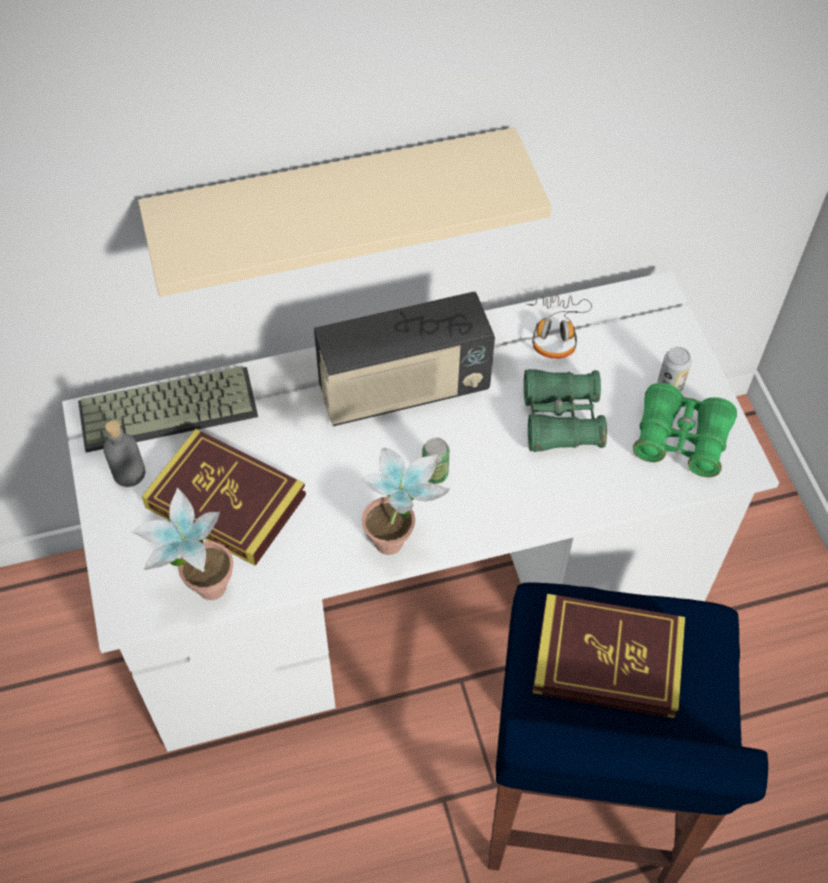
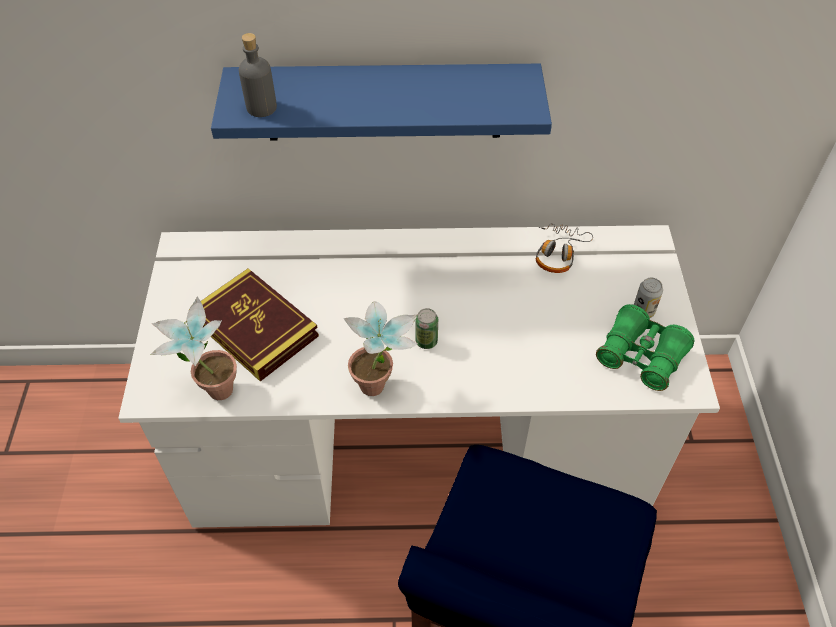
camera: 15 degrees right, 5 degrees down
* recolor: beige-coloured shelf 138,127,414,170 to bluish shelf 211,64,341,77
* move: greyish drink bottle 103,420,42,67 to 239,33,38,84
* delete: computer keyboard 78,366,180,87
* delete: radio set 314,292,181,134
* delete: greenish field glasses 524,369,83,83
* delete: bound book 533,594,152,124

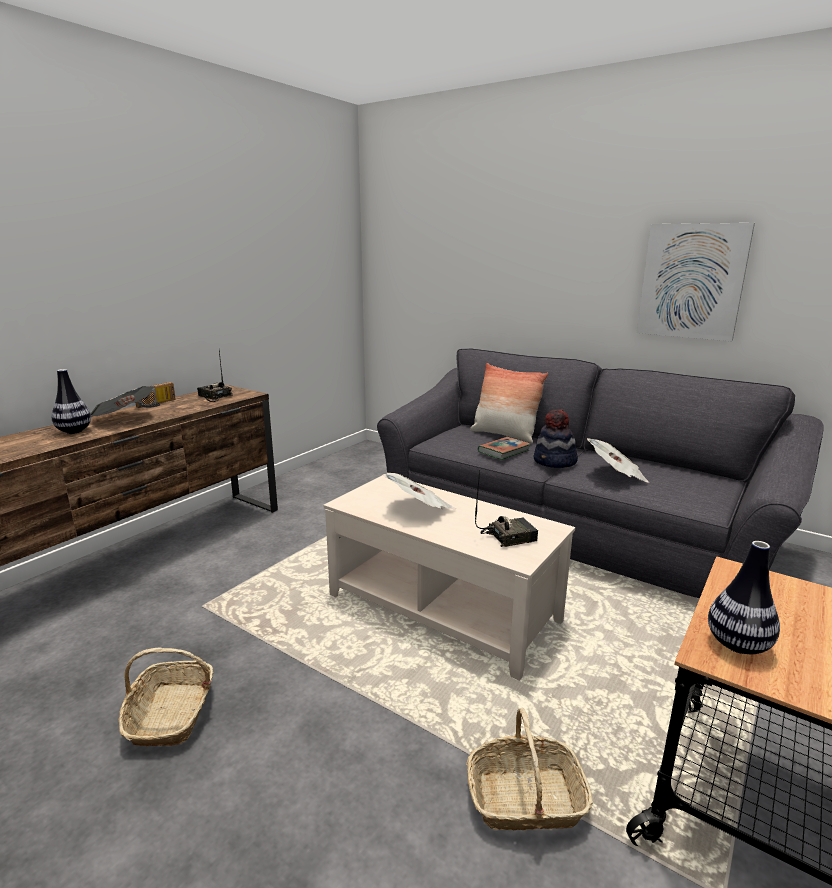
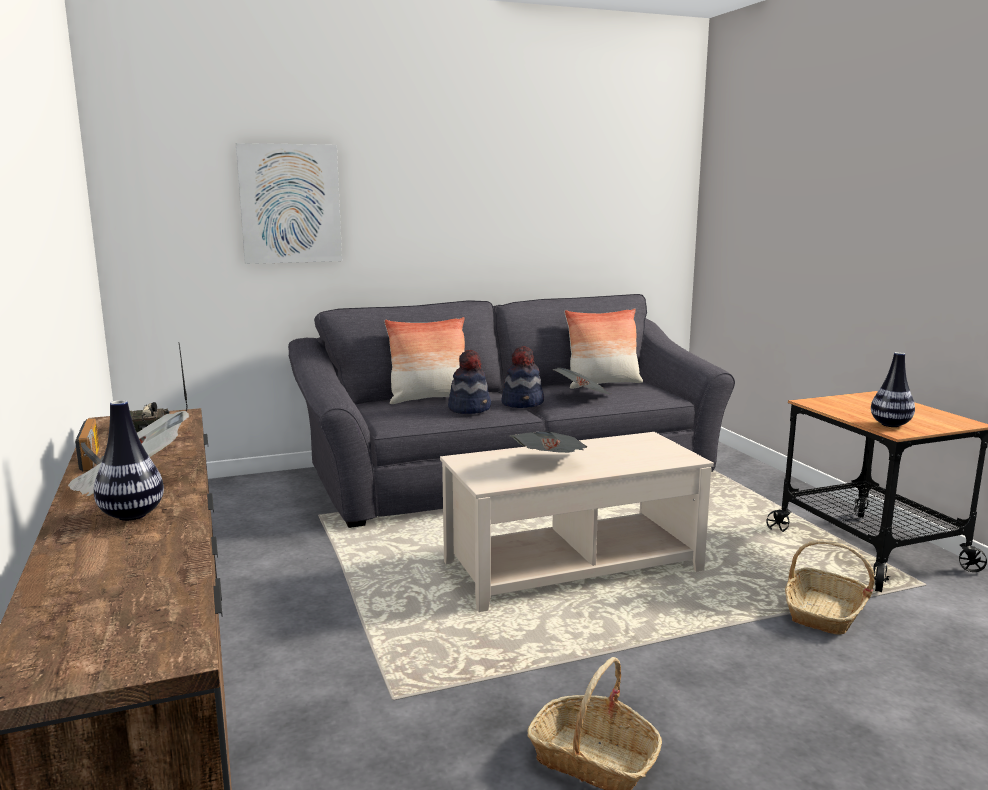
camera: 55 degrees left, 5 degrees down
* move: wall picture 637,223,118,118 to 236,143,106,121
* replace: bound book 478,437,53,23 to wearable hat 448,350,43,64
* insert: throw pillow 564,308,79,81
* delete: radio set 475,470,63,77

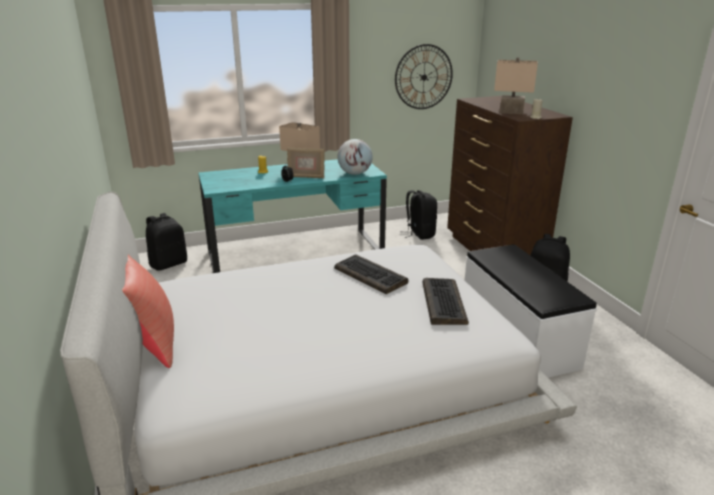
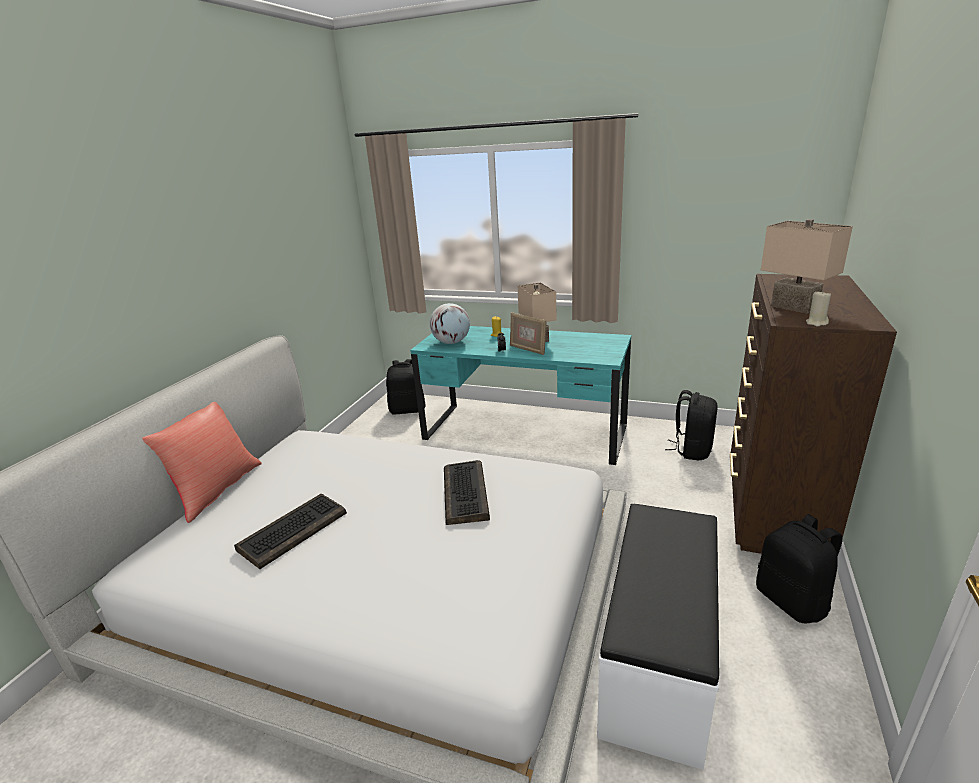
camera: 40 degrees right, 0 degrees up
* move: computer keyboard 423,278,46,47 to 234,494,113,75
* move: world globe 338,139,35,36 to 430,303,40,41
* delete: clock on the wall 395,44,58,65

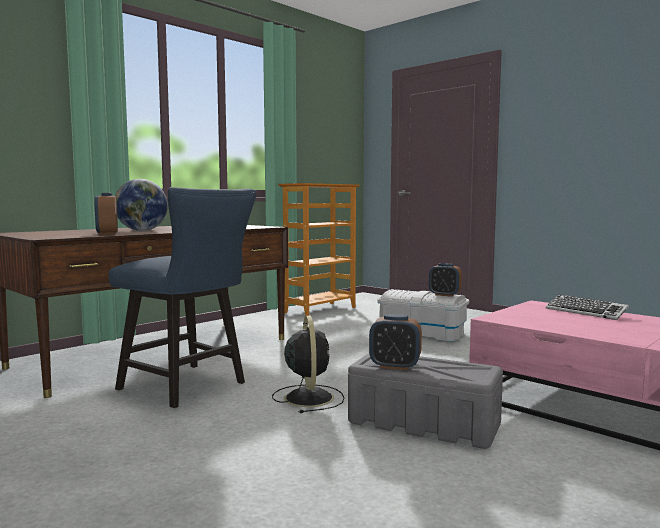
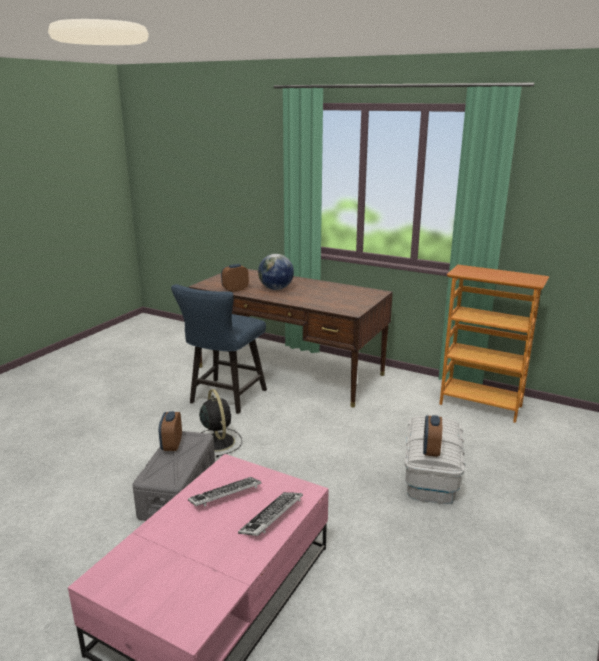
camera: 75 degrees right, 15 degrees up
* insert: computer keyboard 188,477,73,30
* rotate: black fan 272,316,73,97 = 199,389,43,68 90 degrees counterclockwise

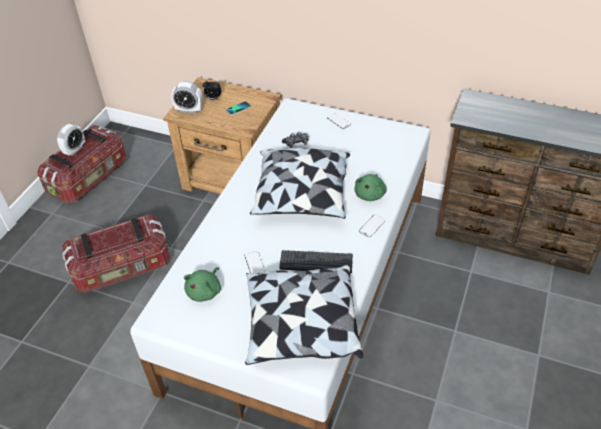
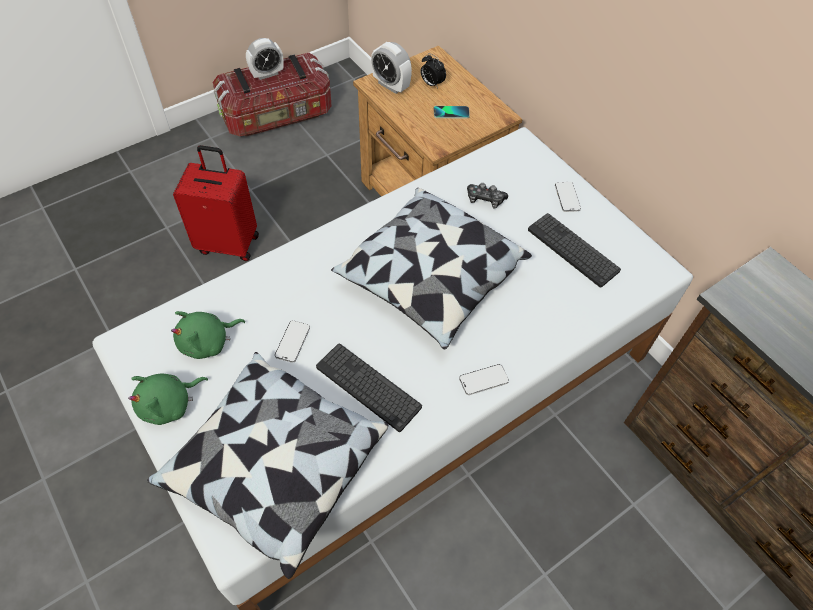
camera: 30 degrees right, 10 degrees up
* move: greenish cuddly toy 355,174,32,27 to 128,373,80,52
* replace: storage box 62,214,108,79 to reddish travel case 173,145,86,116
* insert: computer keyboard 528,213,93,75

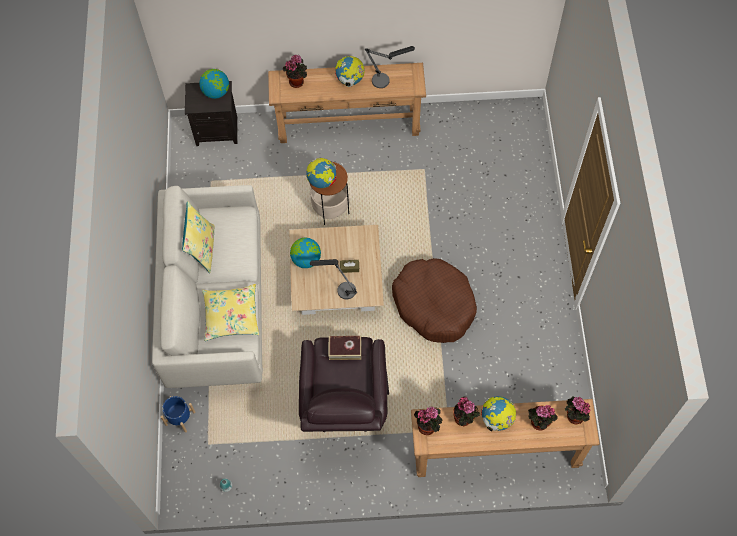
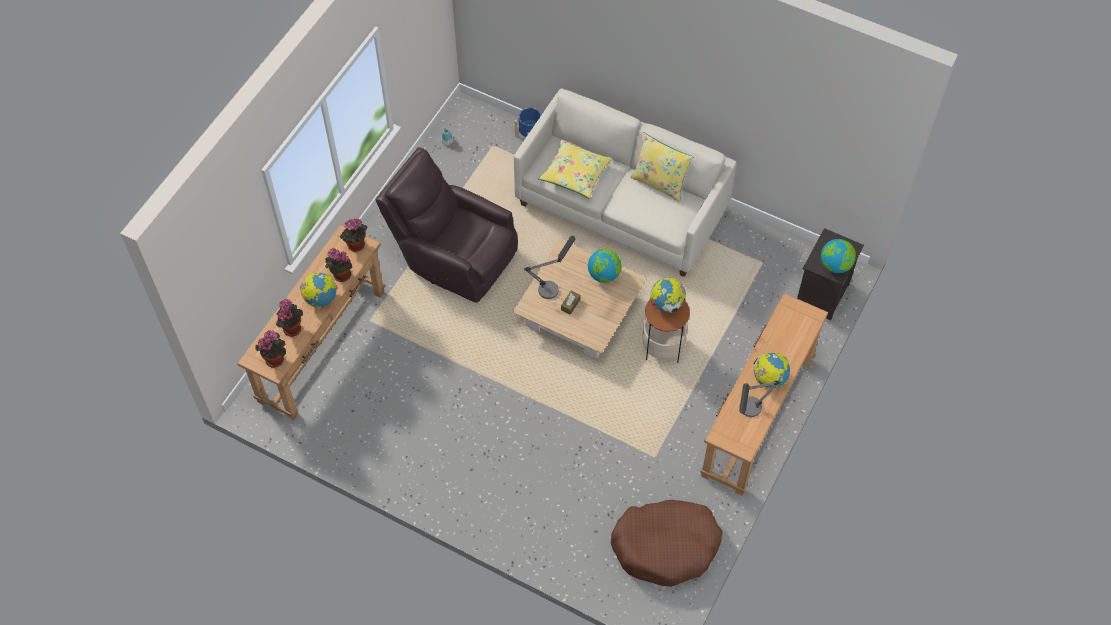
camera: 120 degrees right, 5 degrees down
* move: brownish dog bed 392,258,85,85 to 611,500,111,87
* delete: potted plant 283,54,24,34
* delete: bound book 328,336,33,24

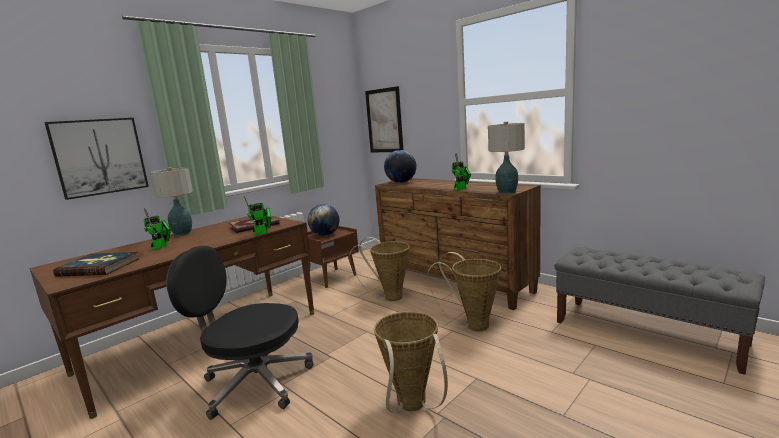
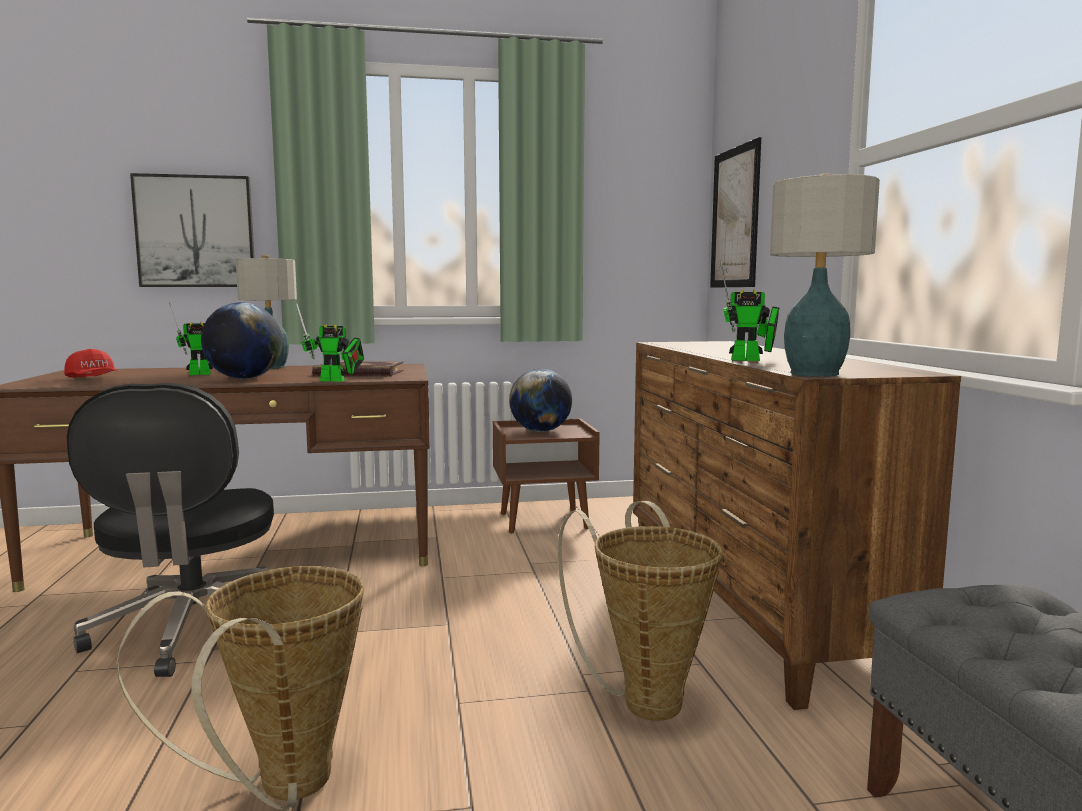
camera: 35 degrees right, 5 degrees down
* replace: bound book 53,252,86,25 to reddish cap 64,349,53,29
* rotate: black office chair 166,246,147,174 = 67,383,207,294 150 degrees counterclockwise
* move: world globe 384,150,33,33 to 201,302,82,77
* delete: basket 349,237,61,64

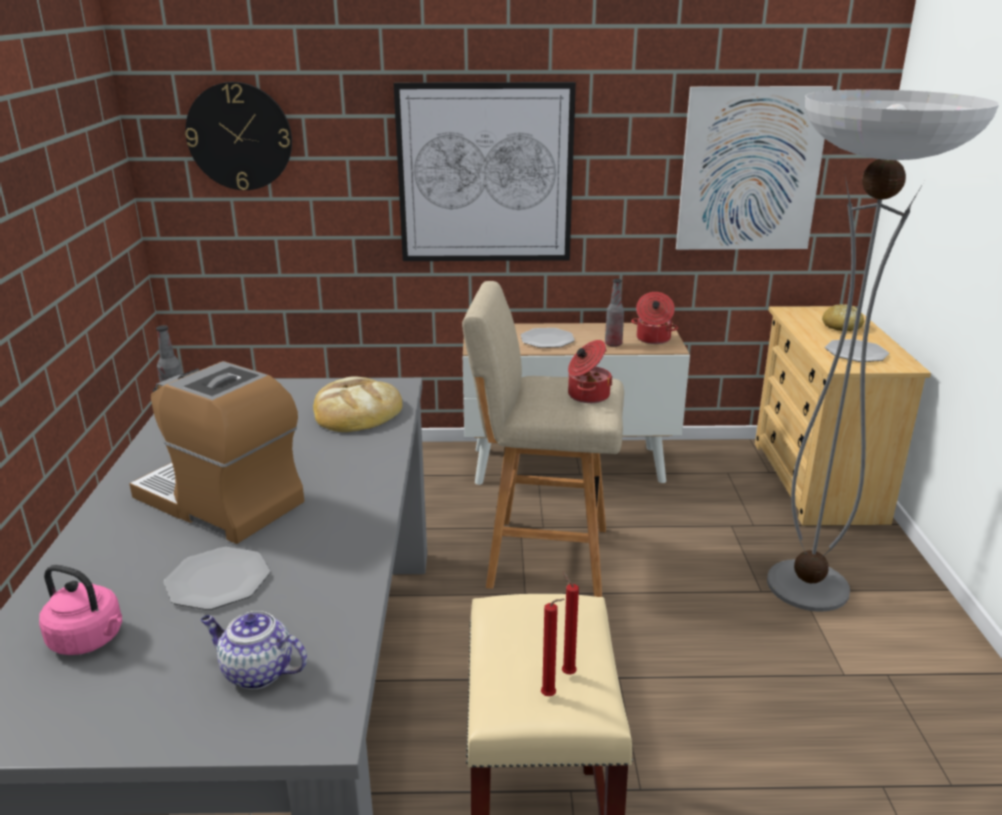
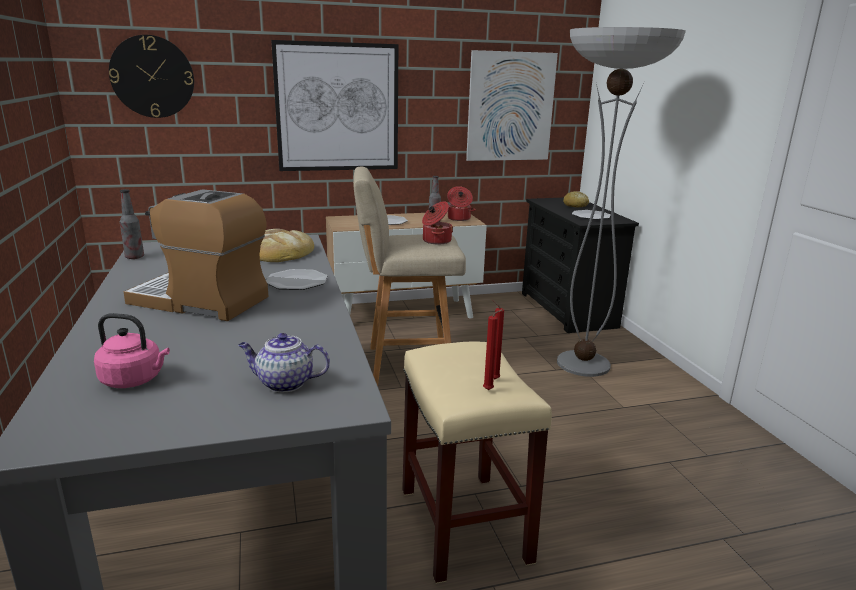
camera: 15 degrees left, 5 degrees down
* move: plate 163,547,107,63 to 266,269,62,21
* recolor: beige-coloured drawer chest 755,306,176,220 to black drawer chest 522,198,117,135

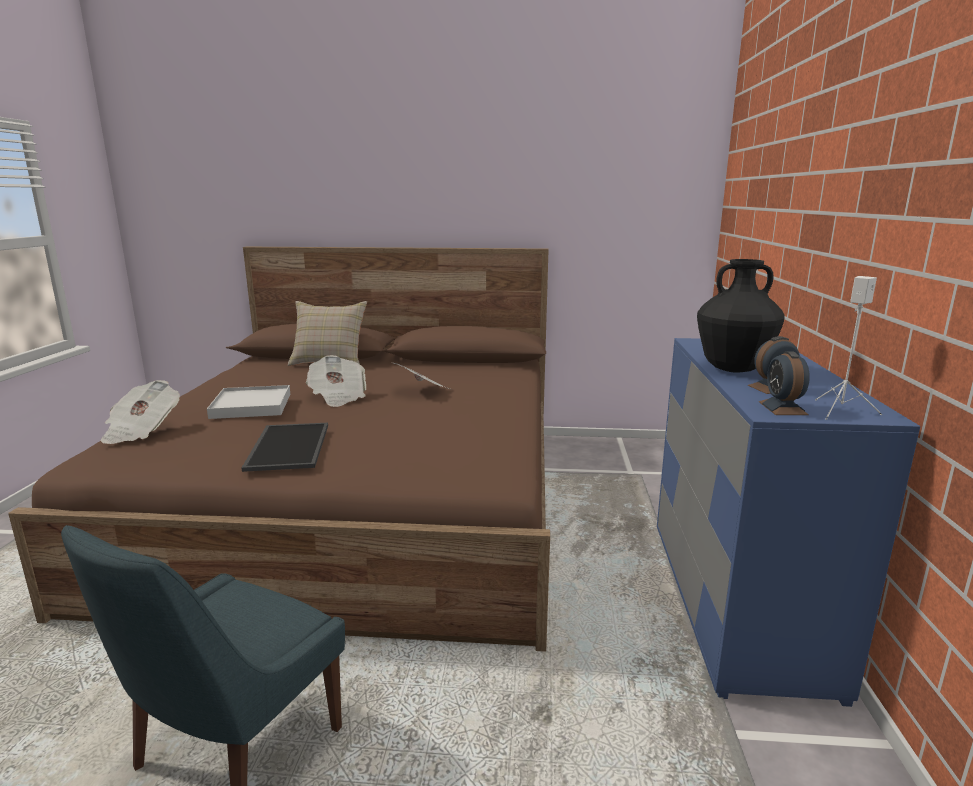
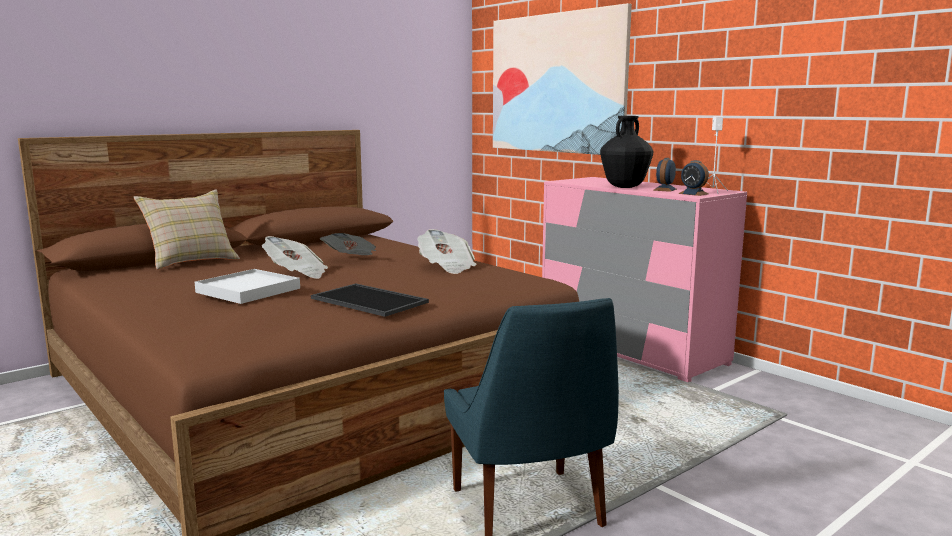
camera: 45 degrees left, 5 degrees down
* move: daily paper 101,380,79,64 to 417,229,60,45
* insert: wall picture 493,3,139,152
* recolor: bluish drawer chest 657,338,263,369 to pinkish drawer chest 542,177,205,205

